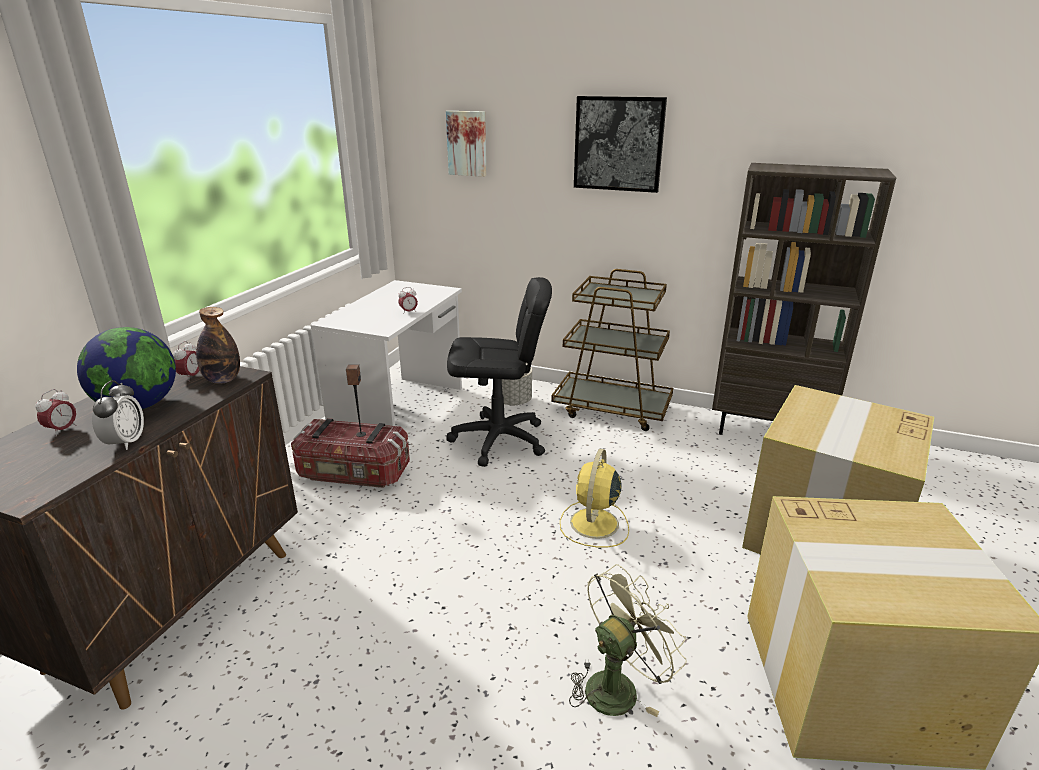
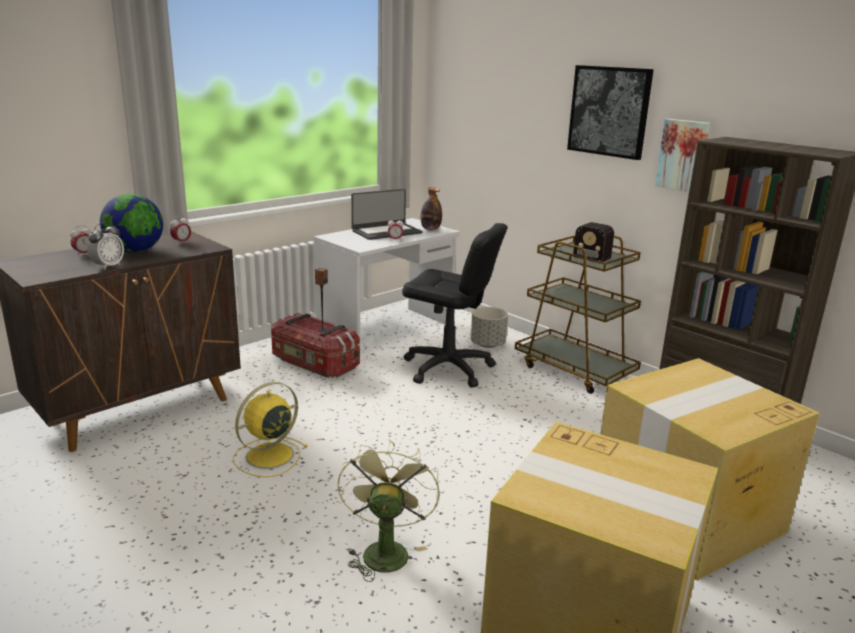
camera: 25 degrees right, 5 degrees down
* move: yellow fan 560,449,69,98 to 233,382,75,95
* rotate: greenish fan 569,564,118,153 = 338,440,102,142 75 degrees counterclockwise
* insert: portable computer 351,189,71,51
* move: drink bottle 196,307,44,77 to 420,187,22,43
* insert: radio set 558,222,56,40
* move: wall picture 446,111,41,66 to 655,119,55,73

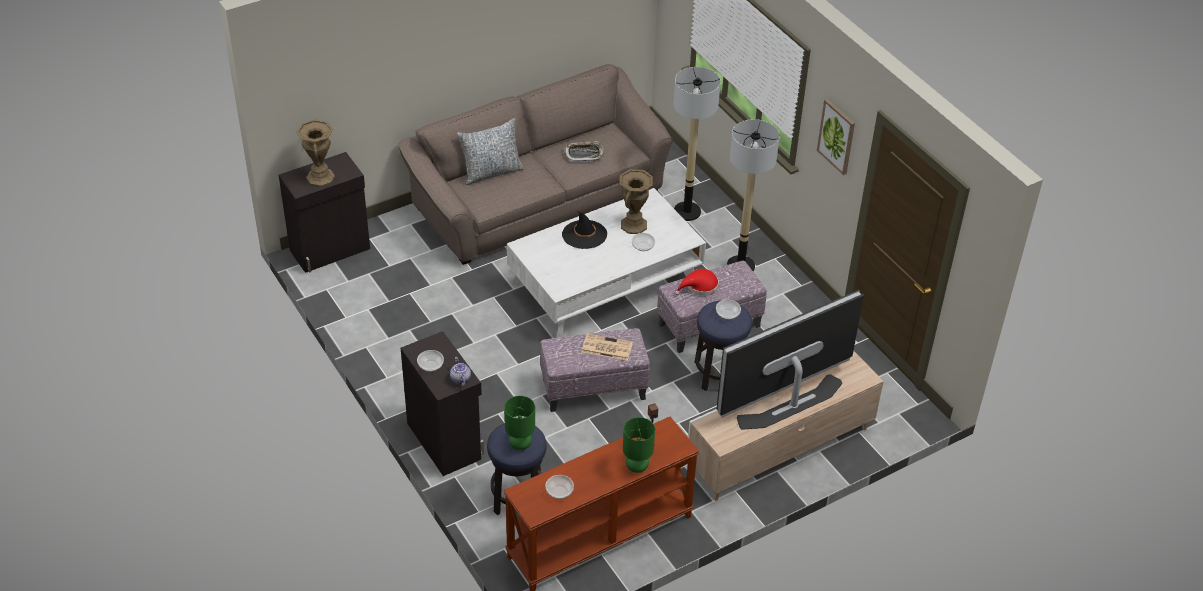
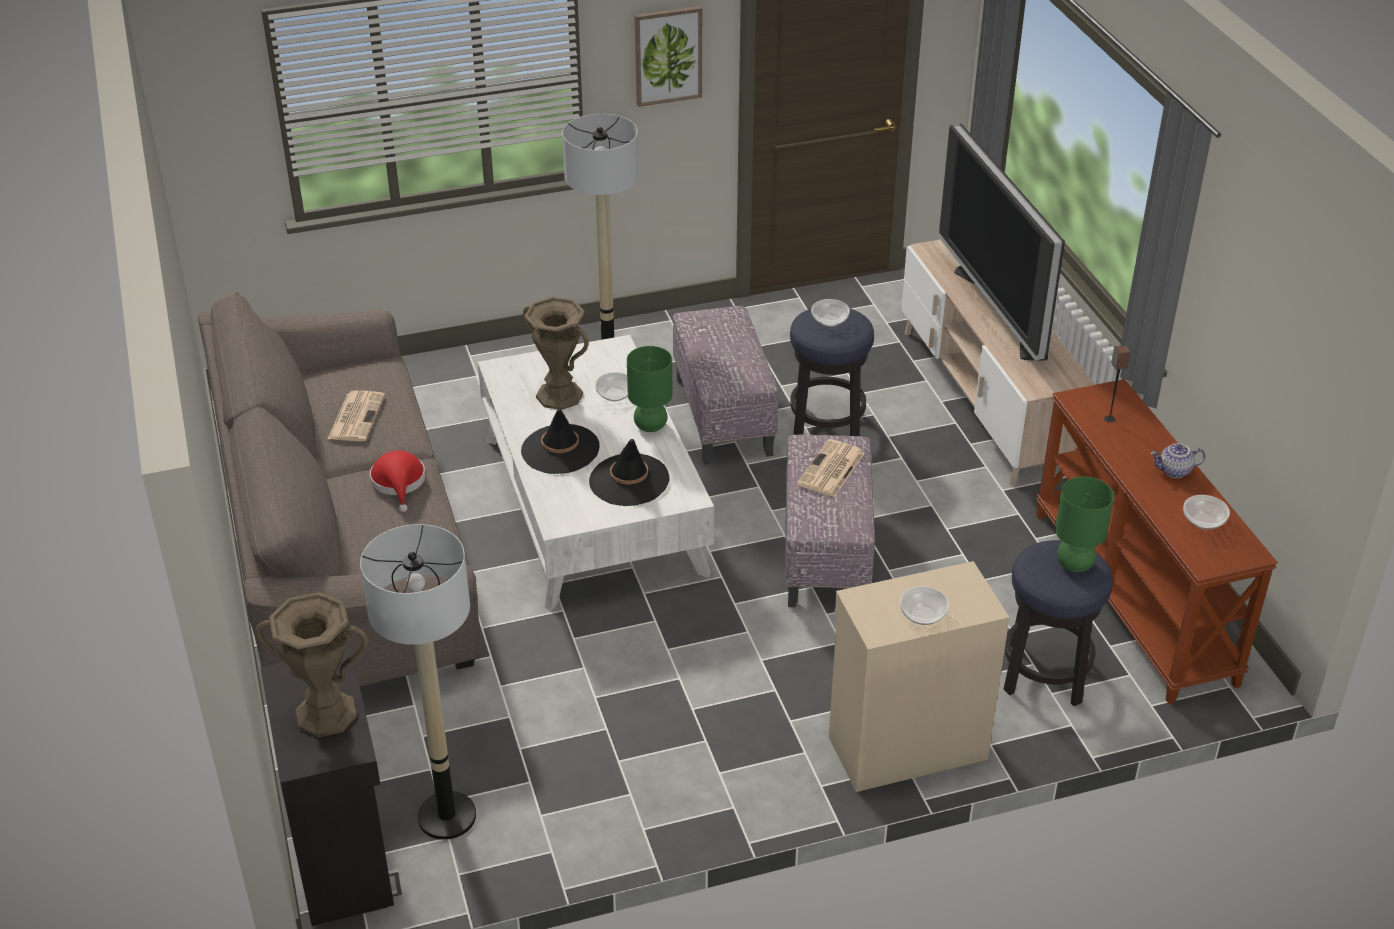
camera: 75 degrees left, 5 degrees down
* replace: serving tray 564,141,40,20 to daily paper 328,390,57,51
* move: standing lamp 673,67,48,154 to 360,524,116,316
* move: reddish wearable hat 675,269,44,27 to 370,451,55,61
* insert: black wearable hat 589,439,81,67
* move: greenish table lamp 623,417,32,56 to 627,346,46,86
* recolor: black storage cabinet 401,331,83,145 to beige-coloured storage cabinet 829,561,181,231
* move: teapot 450,357,21,29 to 1151,443,54,35
* delete: throw pillow 457,118,67,67

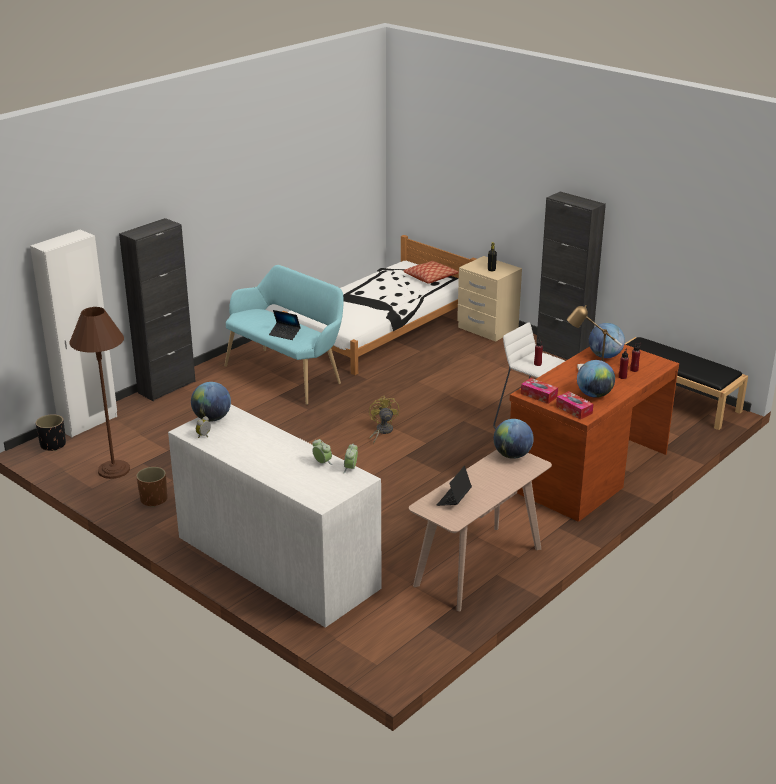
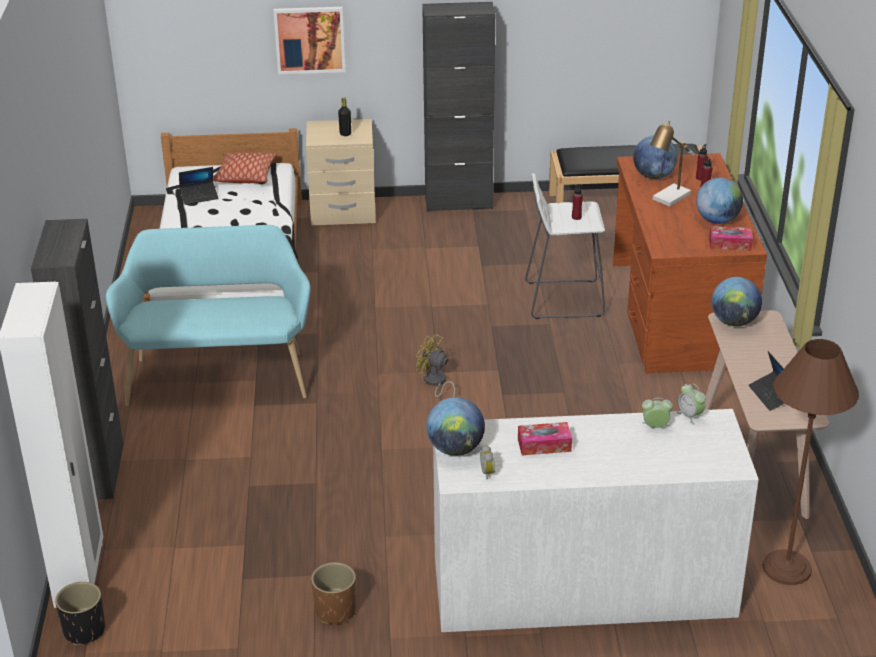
camera: 45 degrees left, 5 degrees up
* move: portable computer 269,310,32,30 to 179,167,40,38
* insert: wall picture 274,7,72,67
* move: tissue box 521,378,37,26 to 518,422,54,33
* move: brownish standing lamp 70,307,60,172 to 762,339,97,246

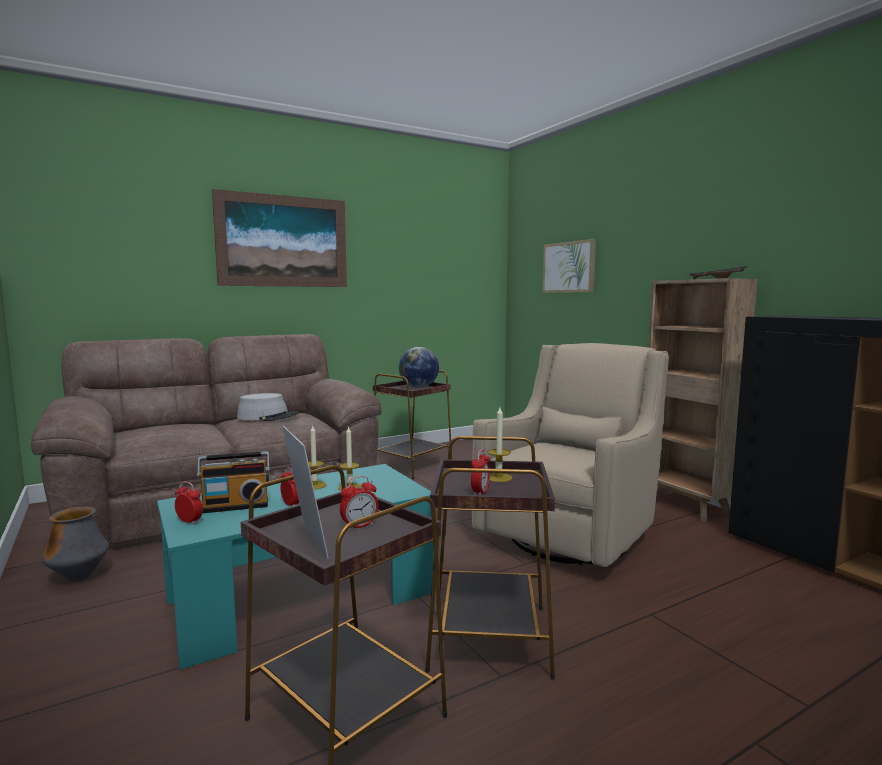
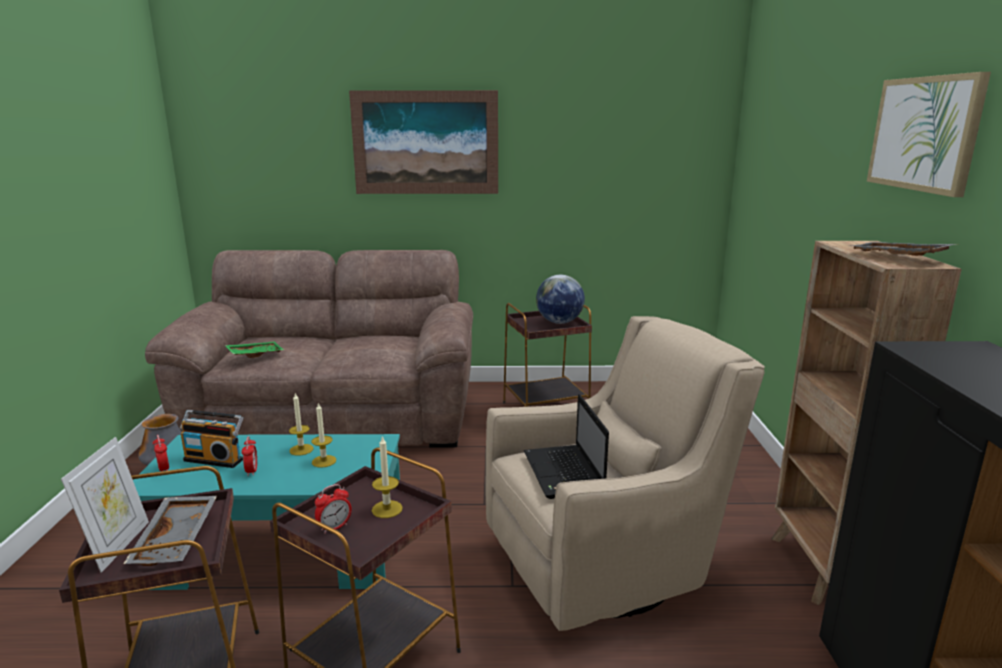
camera: 30 degrees right, 10 degrees up
* replace: bedside clock 340,476,39,54 to greyish serving tray 124,496,93,70
* insert: greenish serving tray 225,341,59,17
* insert: portable computer 524,394,85,105
* move: wall picture 543,239,53,54 to 867,72,124,125
* delete: greyish wearable hat 237,393,62,28

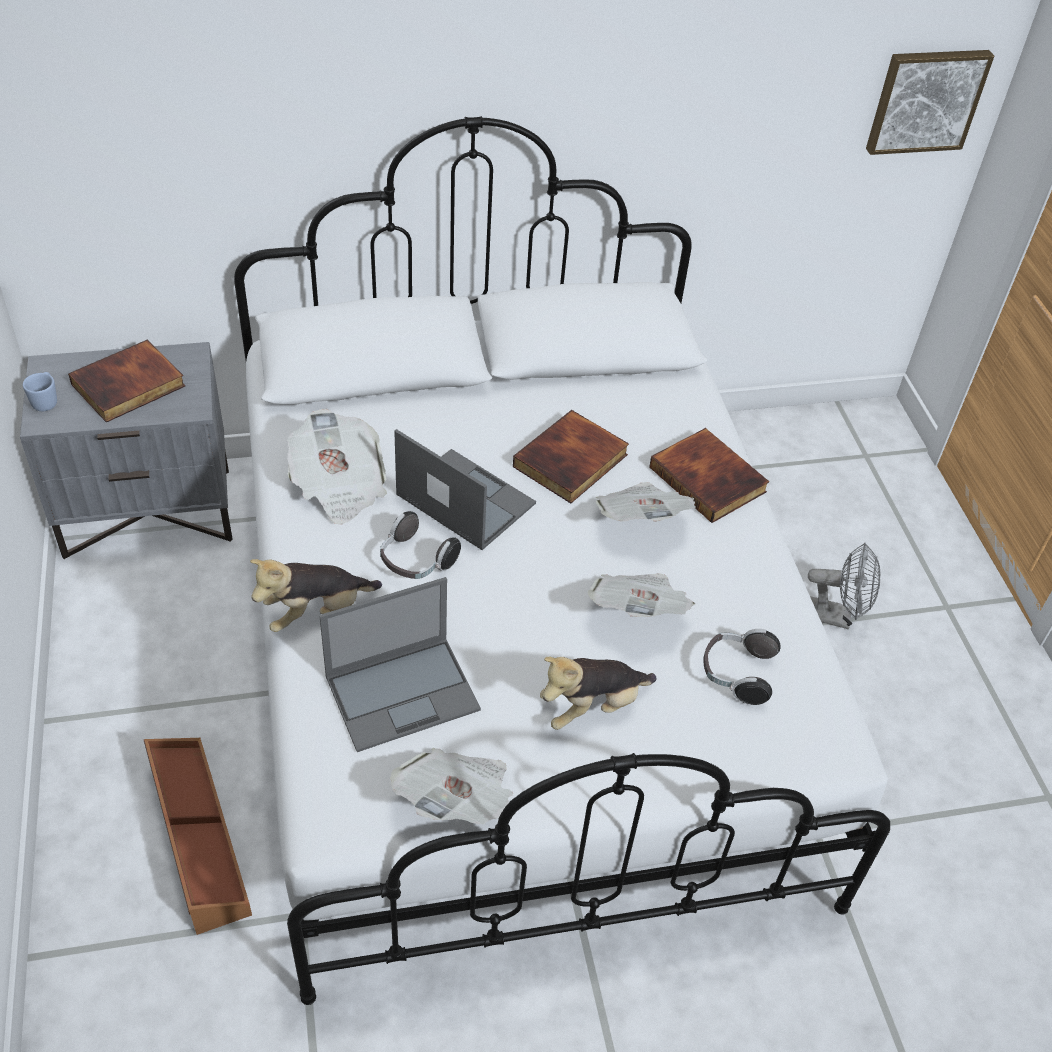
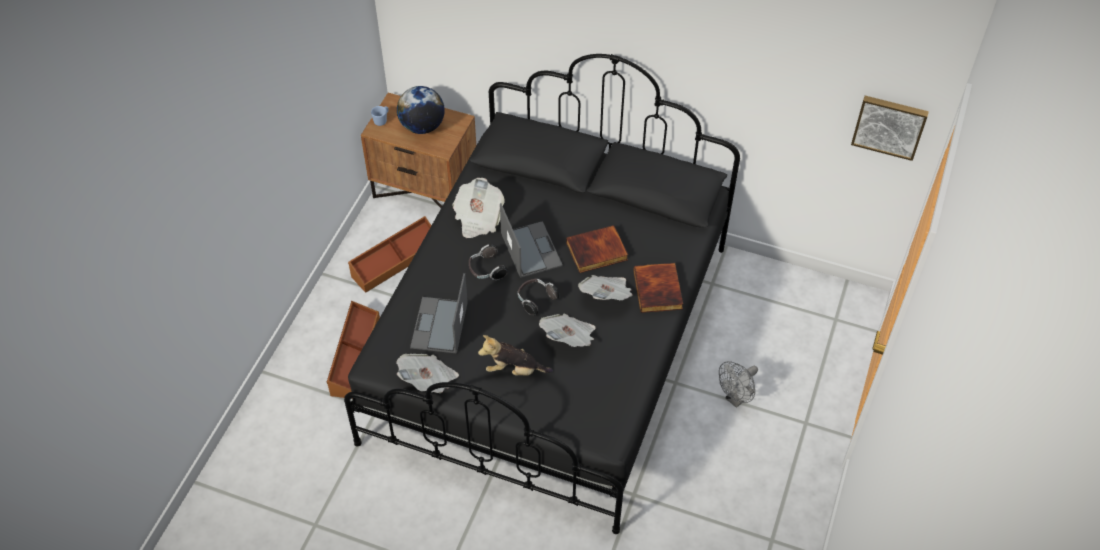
camera: 35 degrees right, 5 degrees up
* recolor: whitish sleeping bed 234,116,656,889 to black sleeping bed 344,54,396,480
* insert: brownish storage box 348,216,84,77
* recolor: greyish night table 20,342,212,217 to brownish night table 361,93,115,115
* replace: bound book 68,340,117,83 to world globe 397,86,48,48
* rotate: portable computer 319,577,162,175 = 410,273,58,81 90 degrees clockwise
* move: headset 704,629,77,76 to 517,279,43,37
* rotate: greyish fan 808,543,73,86 = 719,361,39,47 90 degrees clockwise
* delete: cuddly toy 250,559,132,73

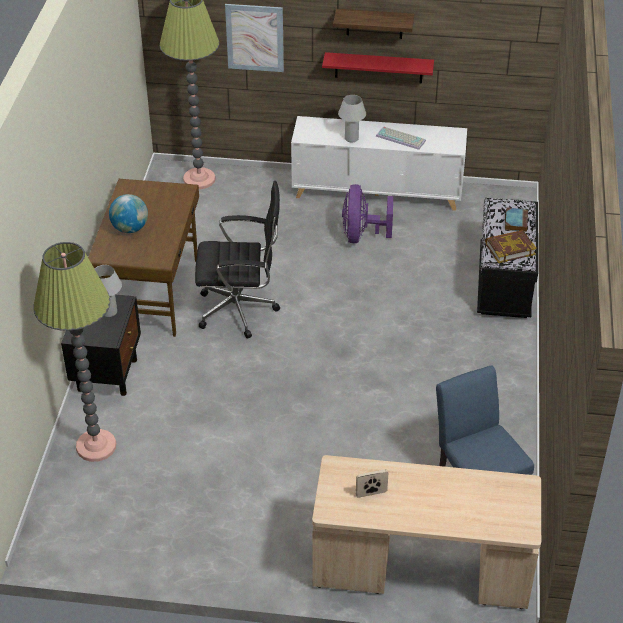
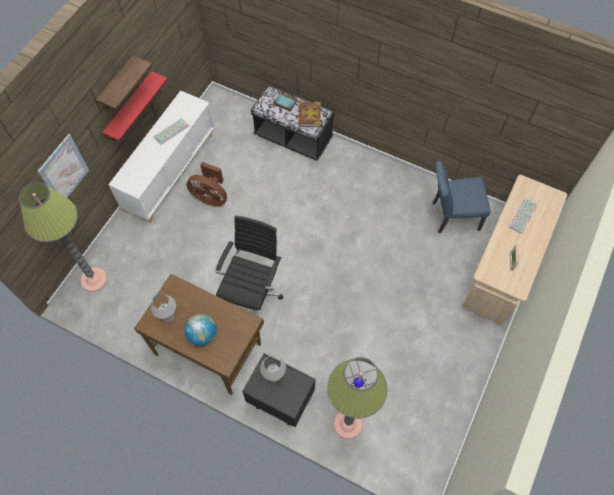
camera: 70 degrees left, 20 degrees up
* move: whitish table lamp 338,95,28,48 to 151,293,25,29
* recolor: purple-coloured fan 342,184,51,59 to brownish fan 186,162,41,45
* insert: computer keyboard 509,198,28,36

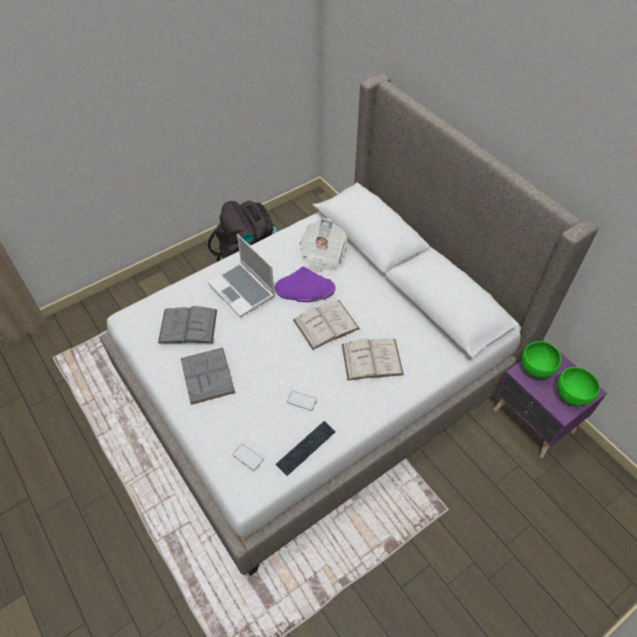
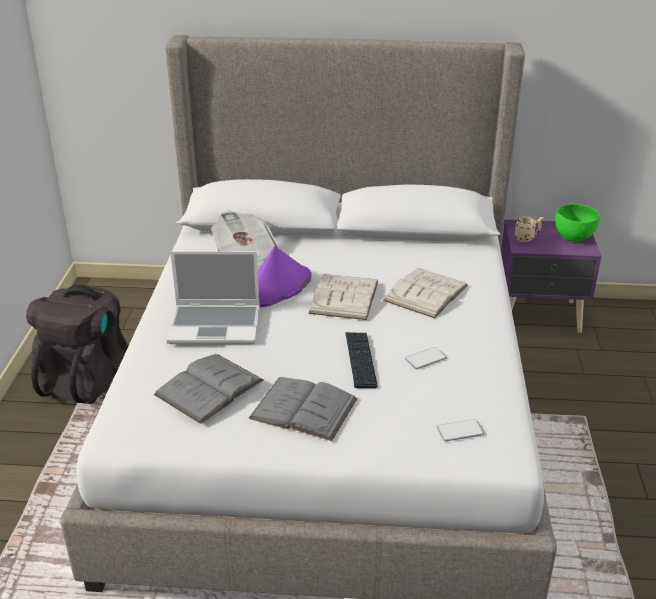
camera: 50 degrees left, 20 degrees down
* move: computer keyboard 276,421,59,55 to 345,332,33,56
* replace: greenish serving bowl 522,341,39,37 to beige-coloured mug 514,217,29,25

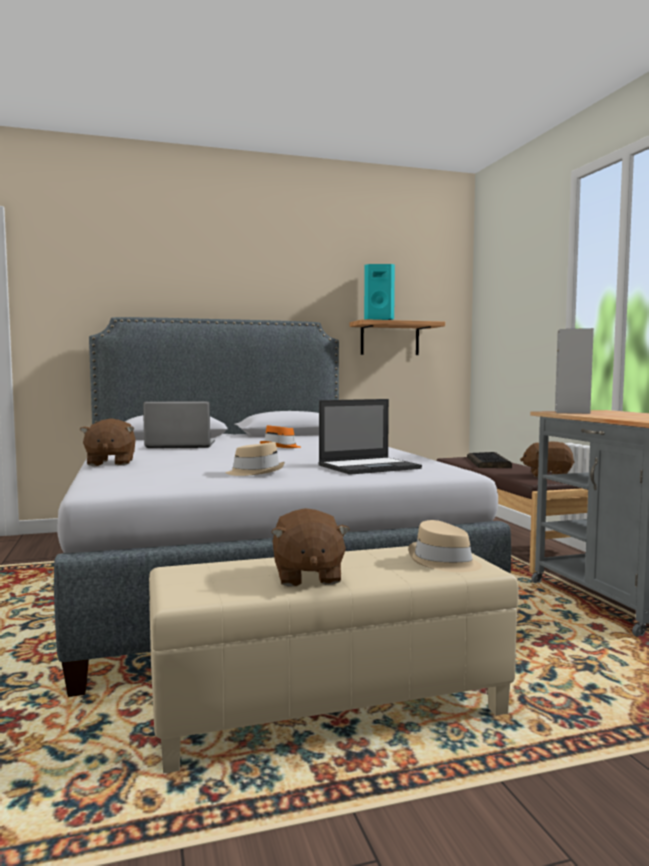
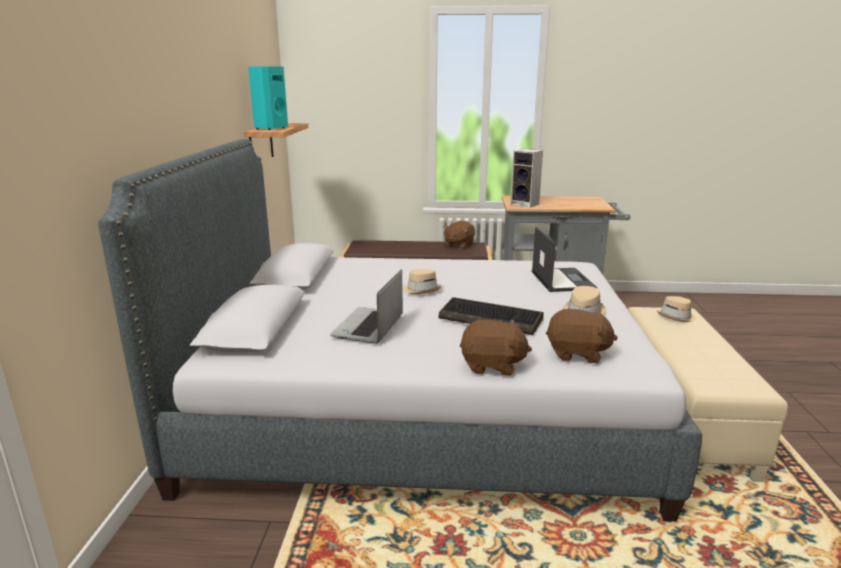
camera: 70 degrees left, 15 degrees up
* recolor: orange-coloured wearable hat 260,425,41,23 to beige-coloured wearable hat 403,269,38,25
* move: computer keyboard 467,452,45,16 to 439,297,105,38
* move: brownish cuddly toy 271,508,79,79 to 546,309,72,54

